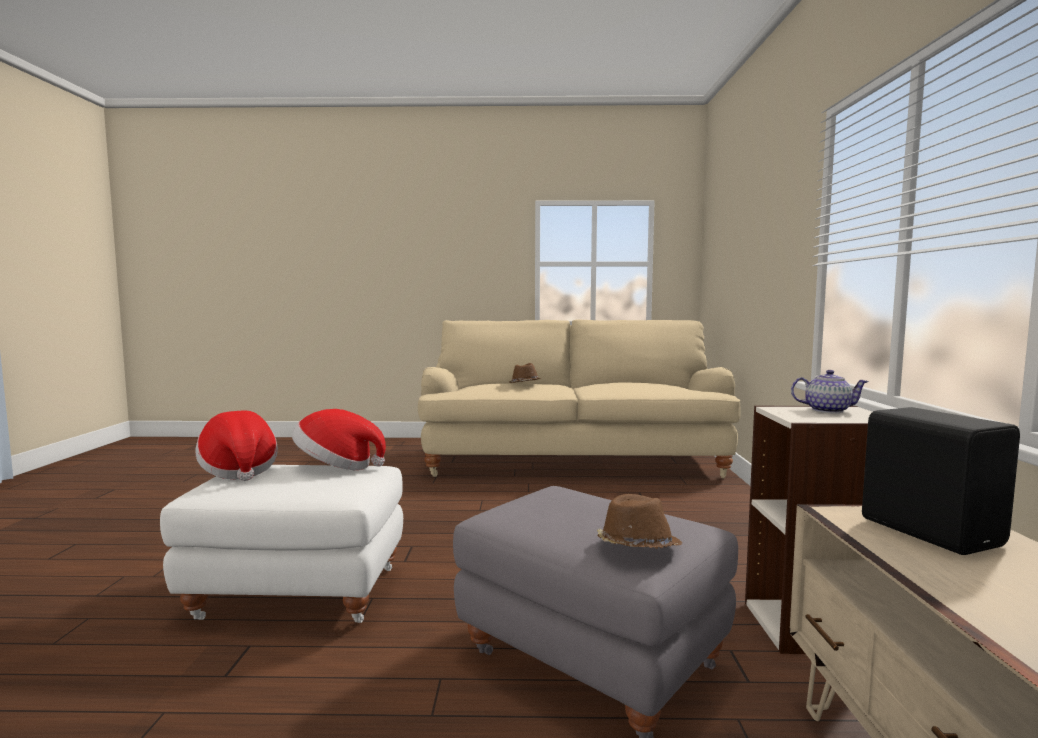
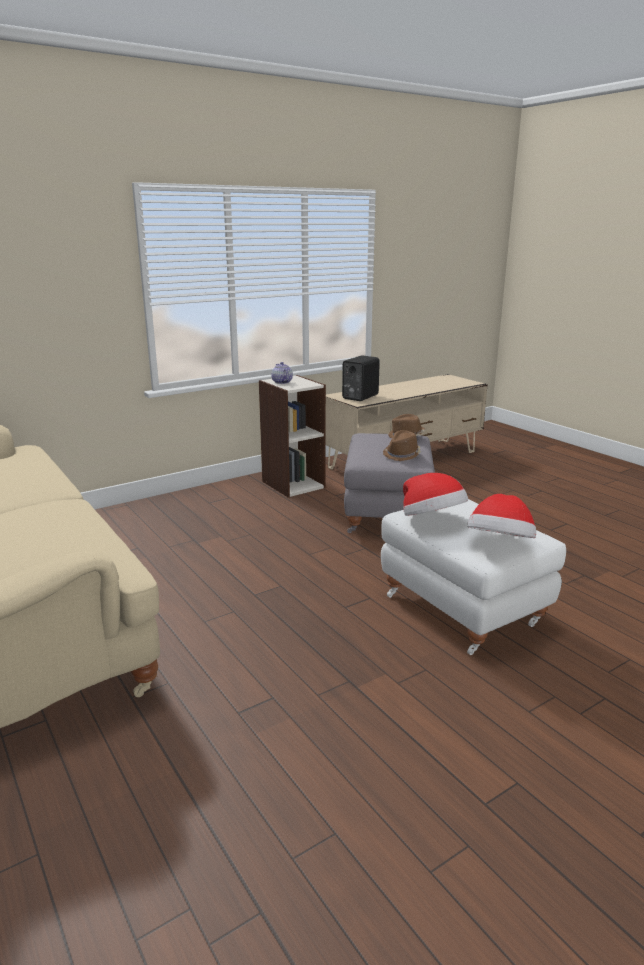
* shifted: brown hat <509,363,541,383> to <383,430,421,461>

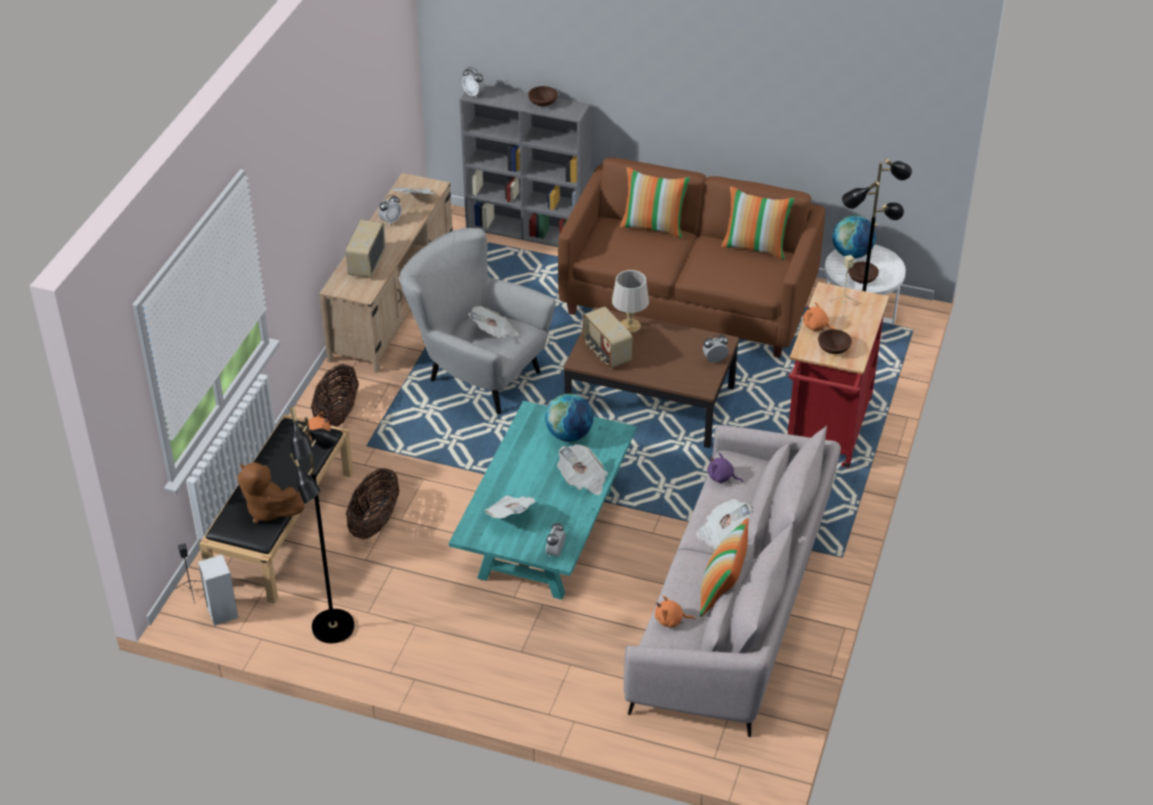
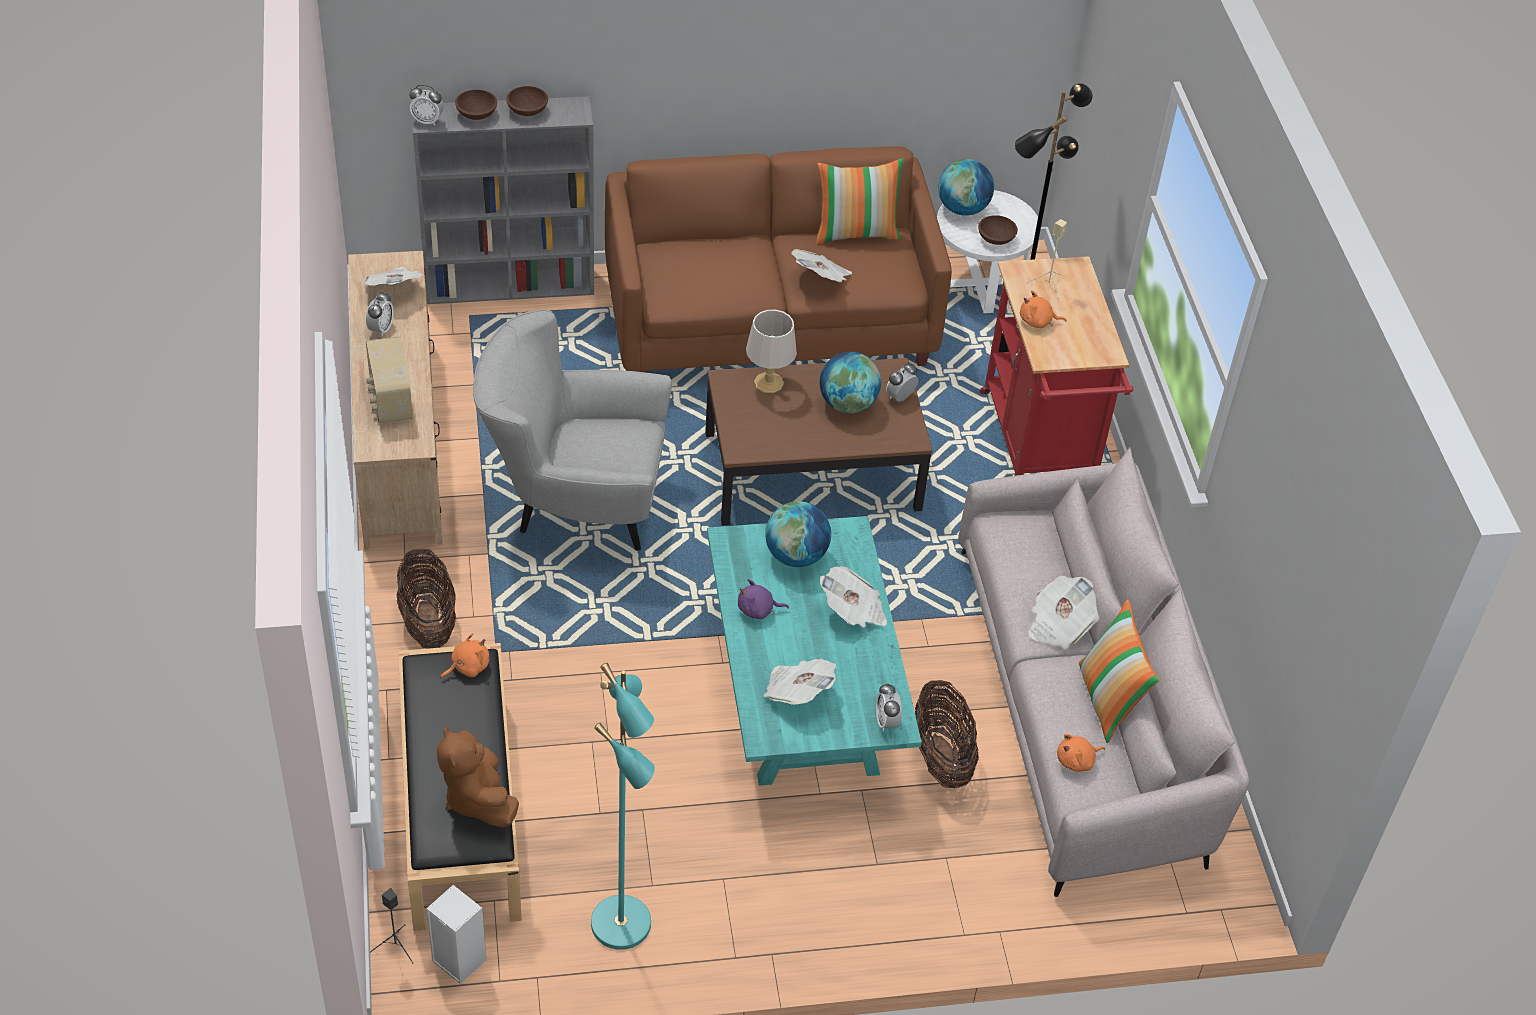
* rotated: brown plush toy <237,462,305,523> = <437,726,519,827> 60 degrees clockwise
* repainted: black floor lamp <289,407,355,643> to turquoise floor lamp <591,663,655,950>
* shifted: basket <346,468,400,539> to <915,680,979,788>
* shifted: newspaper <468,306,518,338> to <791,249,852,283>
* gone: radio <583,306,633,368>
* gone: pillow <620,167,690,238>
* shifted: purple plush toy <707,452,743,483> to <738,579,789,619>
* shifted: brown bowl <818,329,852,354> to <455,90,497,120>
* new: globe <820,352,881,413>

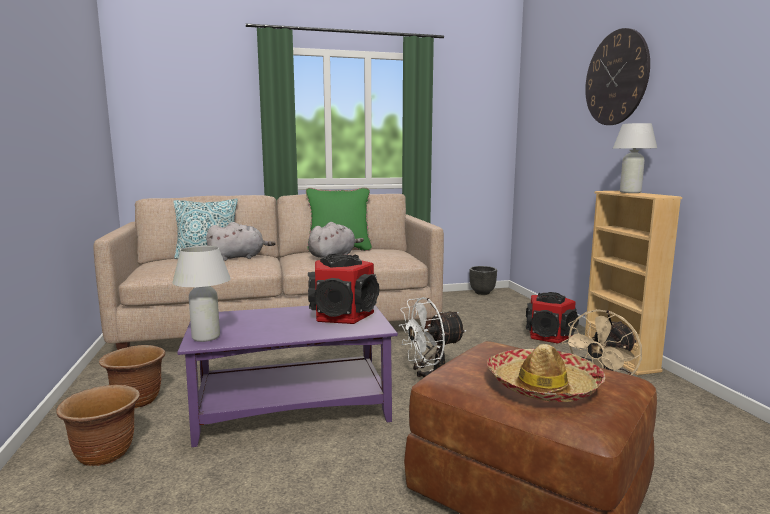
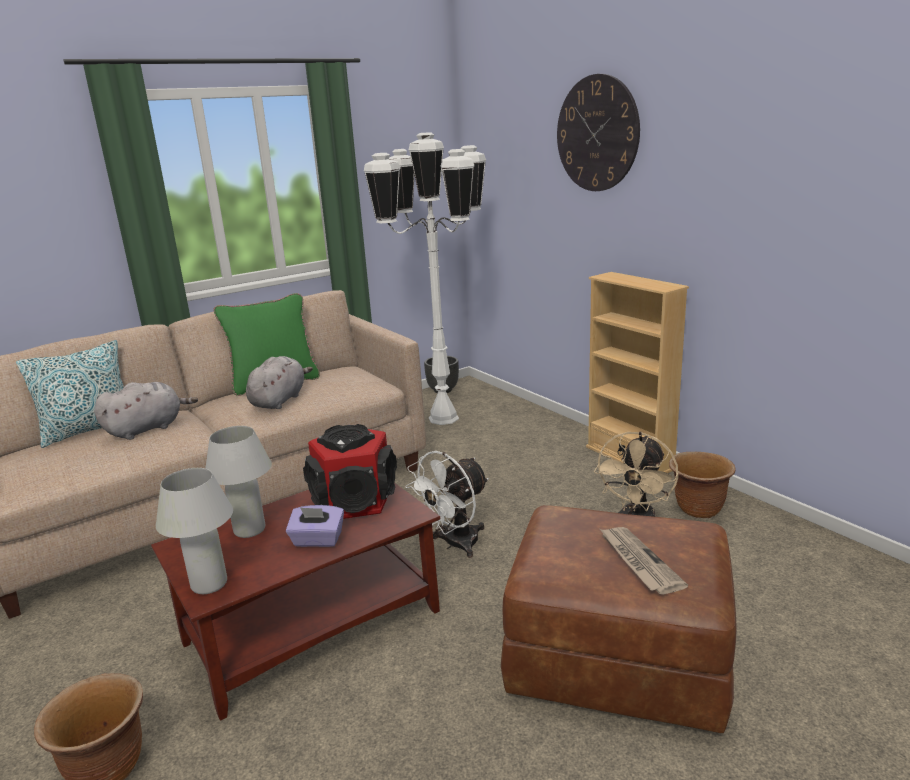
* shifted: brown planter <99,345,165,408> to <669,452,736,518>
* repainted: purple coffee table <177,305,398,447> to brown coffee table <151,483,440,721>
* swapped: hat <487,344,605,402> to newspaper <600,527,688,595>
* gone: speaker <526,292,579,343>
* shifted: white table lamp <613,123,657,193> to <205,426,272,538>
* new: purple tissue box <286,505,344,547>
* new: white floor lamp <364,132,486,425>

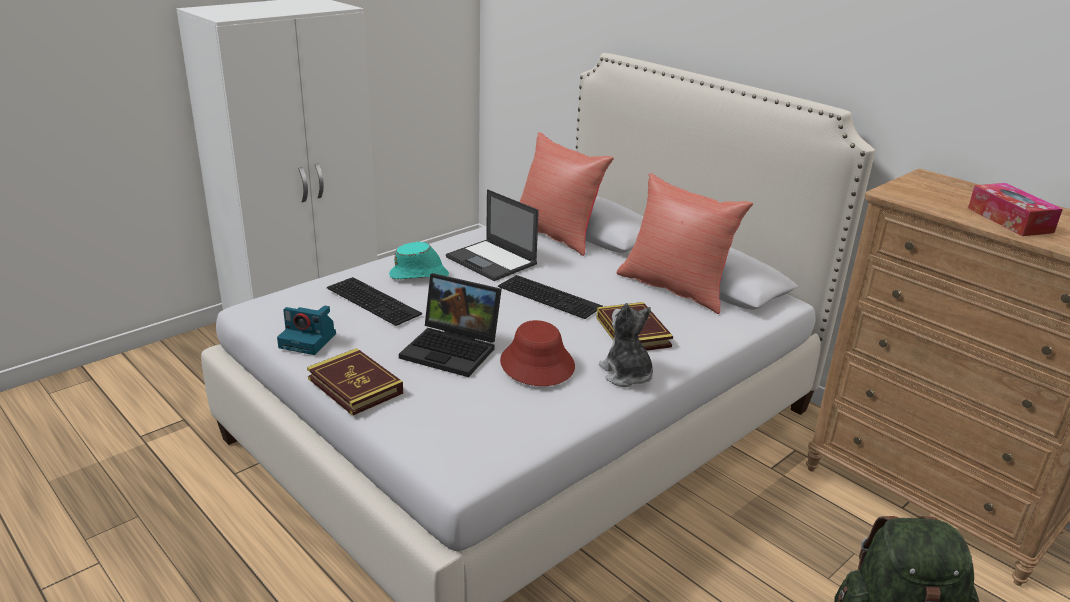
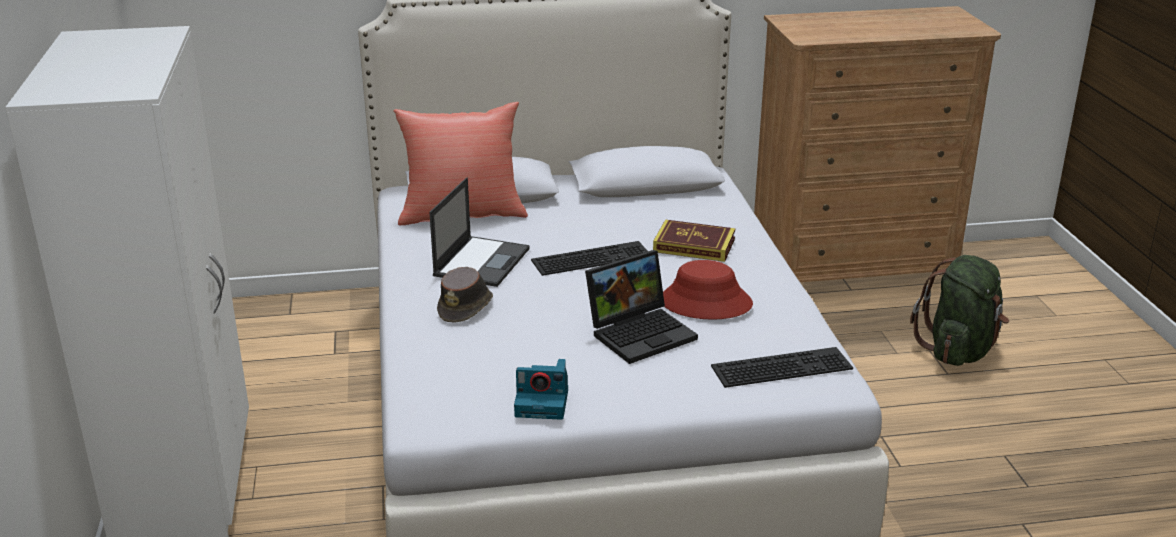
* rotated: photo camera <277,305,336,355> = <514,359,568,420> 45 degrees clockwise
* gone: book <307,348,403,416>
* shifted: keyboard <327,277,422,326> to <711,347,853,388>
* repainted: turquoise hat <389,242,449,279> to brown hat <437,267,493,323>
* rotated: laptop <446,189,539,281> = <429,177,530,287> 60 degrees counterclockwise
* gone: plush toy <599,303,653,387>
* gone: red pillow <617,173,753,314>
* gone: tissue box <968,183,1063,236>

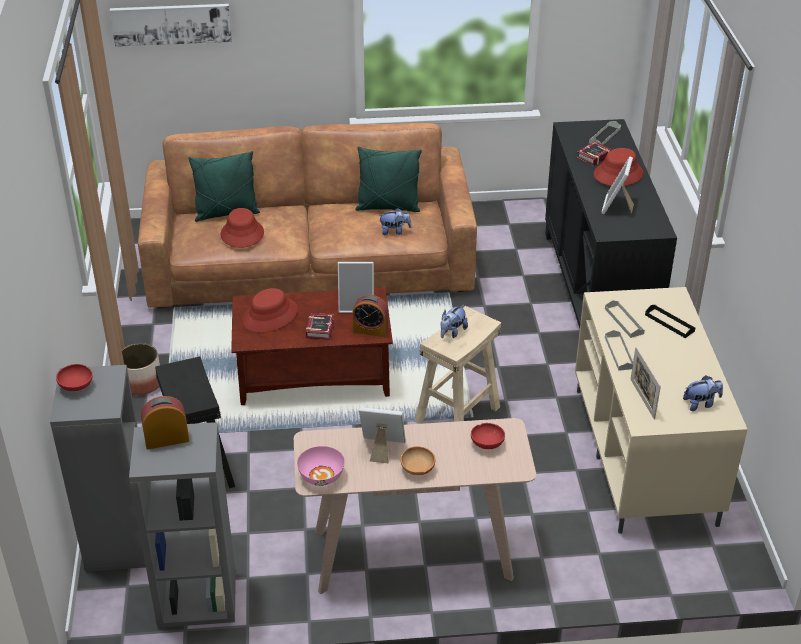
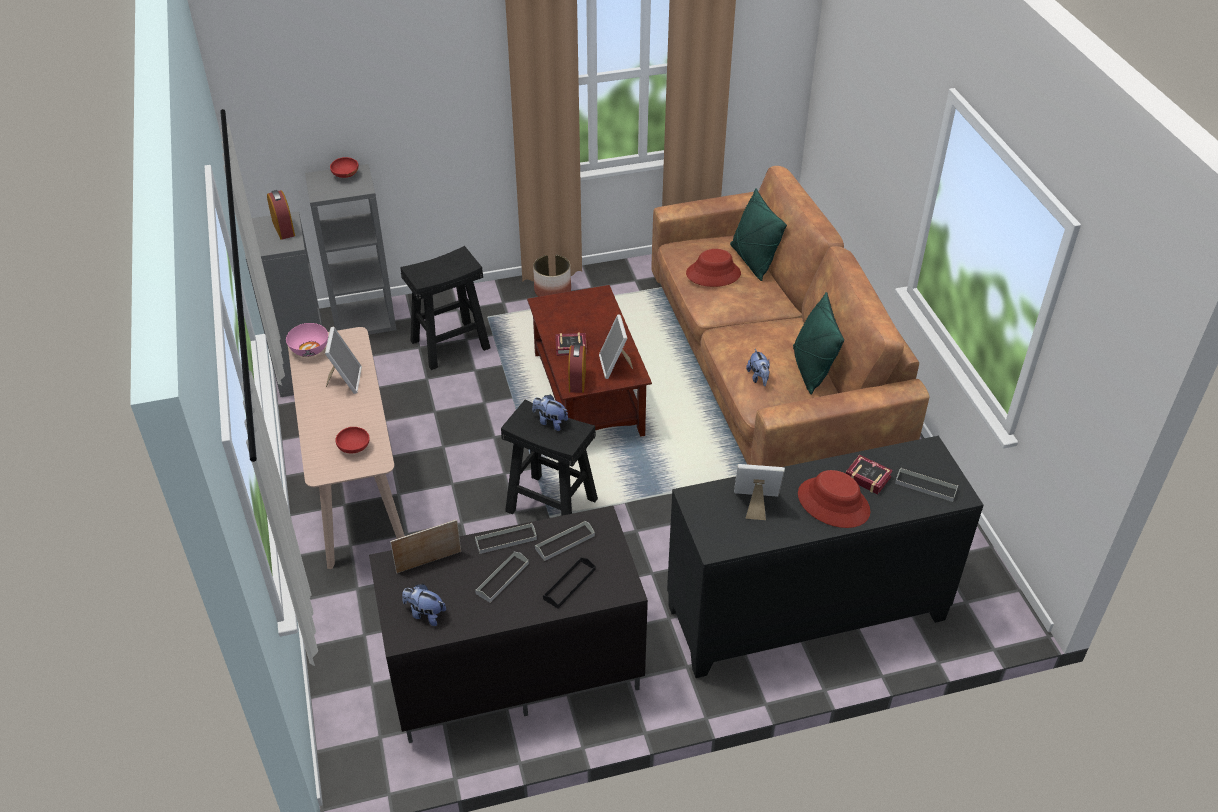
* gone: picture <110,4,232,47>
* gone: red hat <243,288,298,333>
* gone: brown bowl <400,446,435,475>
* repainted: beige stool <415,306,501,424> to black stool <501,400,598,516>
* repainted: beige tv stand <575,287,748,534> to black tv stand <369,505,648,743>
* rotated: plush toy <683,376,723,411> = <402,584,446,626> 135 degrees clockwise
* new: grey tray <475,552,529,603>

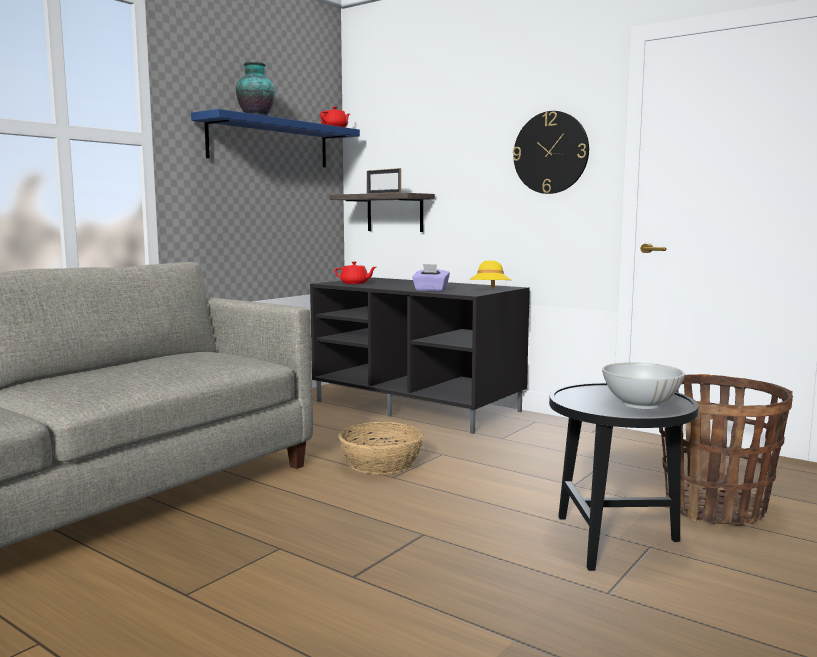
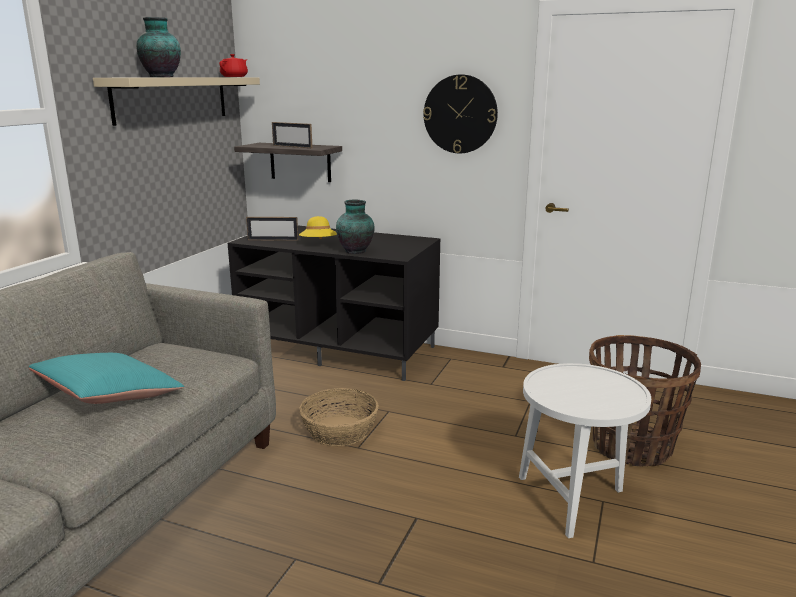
* repainted: blue shelf <191,109,360,168> to beige shelf <93,77,260,126>
* swapped: red teapot <334,261,376,284> to picture frame <246,217,298,241>
* swapped: purple tissue box <412,264,450,291> to vase <336,199,375,254>
* shifted: yellow hat <469,260,511,289> to <299,216,337,239>
* repainted: black side table <549,383,699,571> to white side table <519,363,651,538>
* gone: white bowl <602,362,685,409>
* new: turquoise pillow <29,353,184,404>

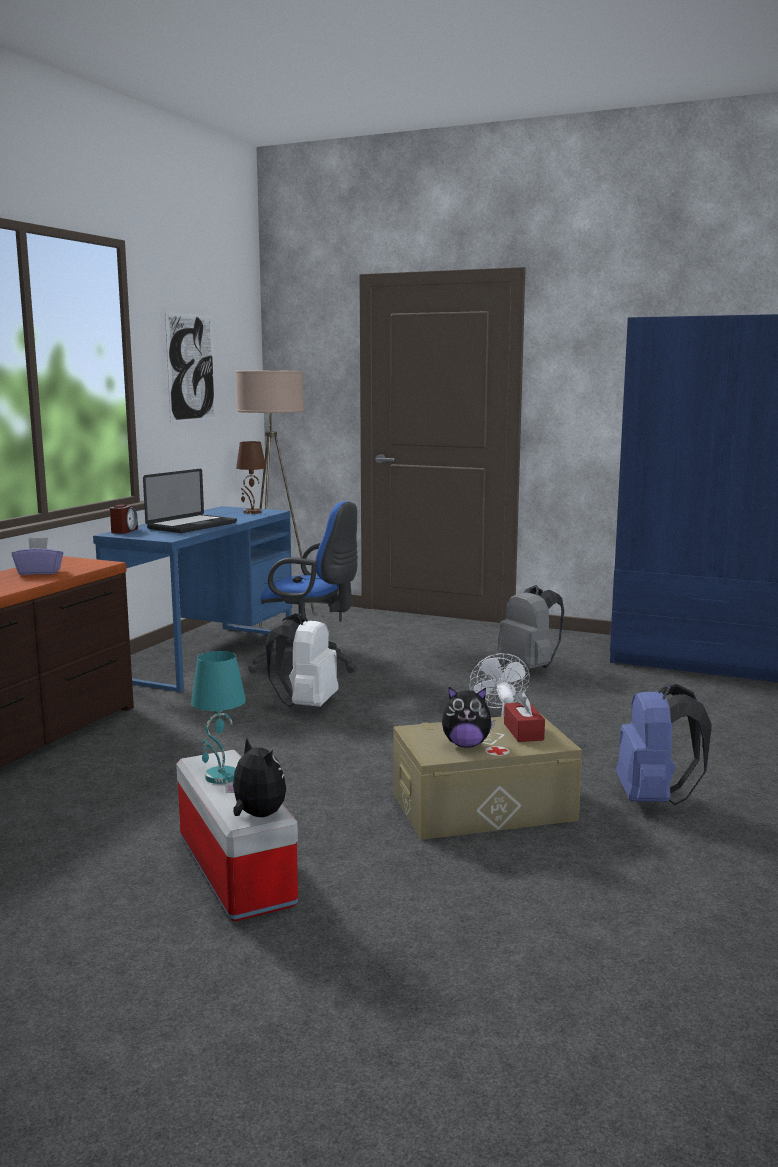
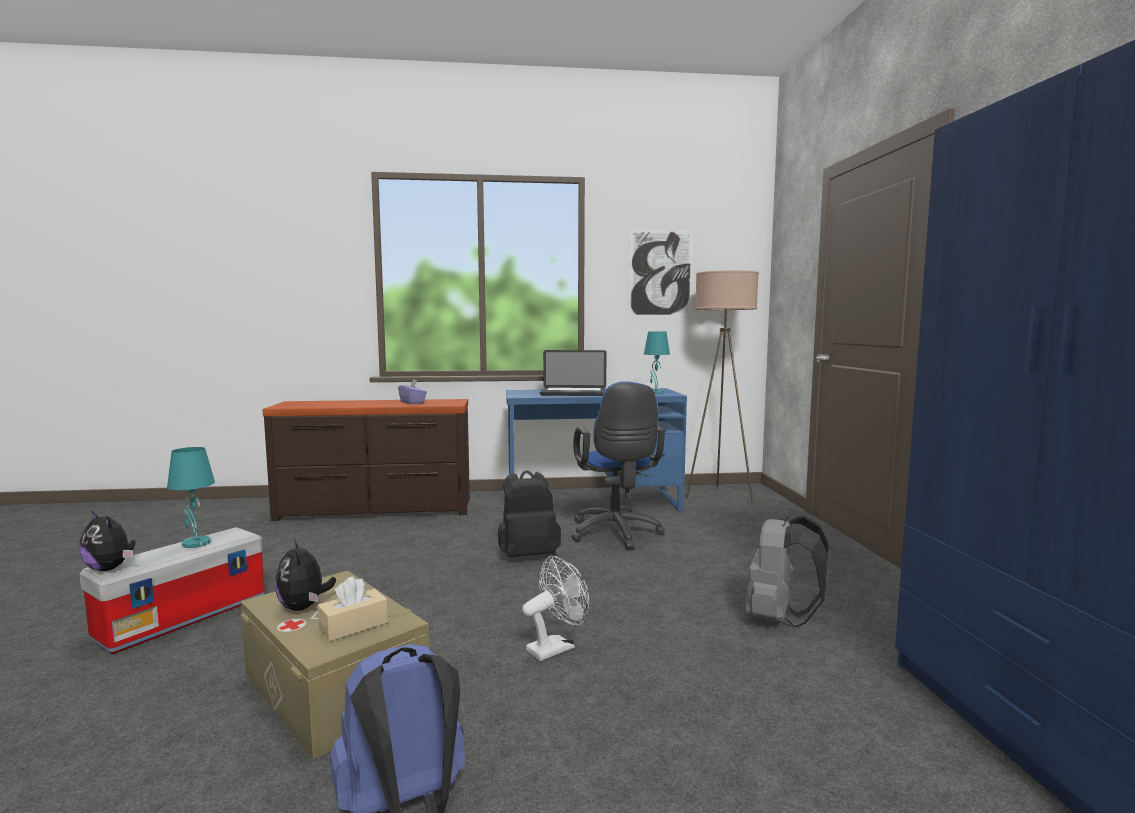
* gone: alarm clock <110,505,138,534>
* rotated: plush toy <225,739,286,817> = <79,511,135,571> 105 degrees clockwise
* repainted: brown table lamp <236,441,266,514> to turquoise table lamp <644,331,670,394>
* repainted: white backpack <266,613,339,707> to black backpack <498,470,561,557>
* repainted: red tissue box <504,691,545,742> to beige tissue box <317,576,388,641>

